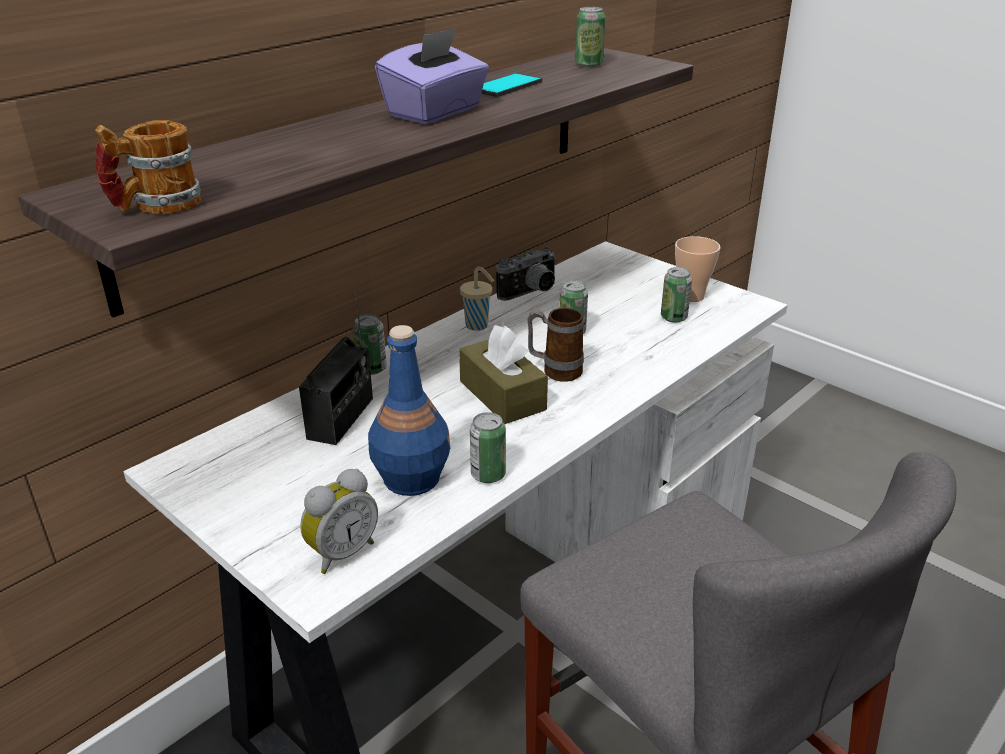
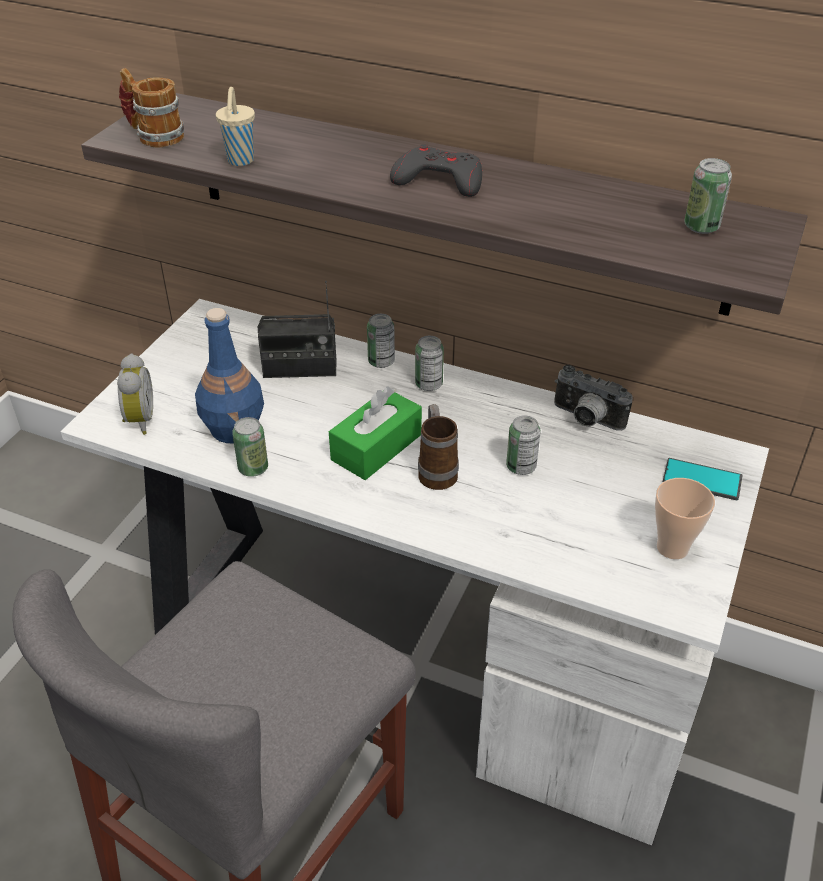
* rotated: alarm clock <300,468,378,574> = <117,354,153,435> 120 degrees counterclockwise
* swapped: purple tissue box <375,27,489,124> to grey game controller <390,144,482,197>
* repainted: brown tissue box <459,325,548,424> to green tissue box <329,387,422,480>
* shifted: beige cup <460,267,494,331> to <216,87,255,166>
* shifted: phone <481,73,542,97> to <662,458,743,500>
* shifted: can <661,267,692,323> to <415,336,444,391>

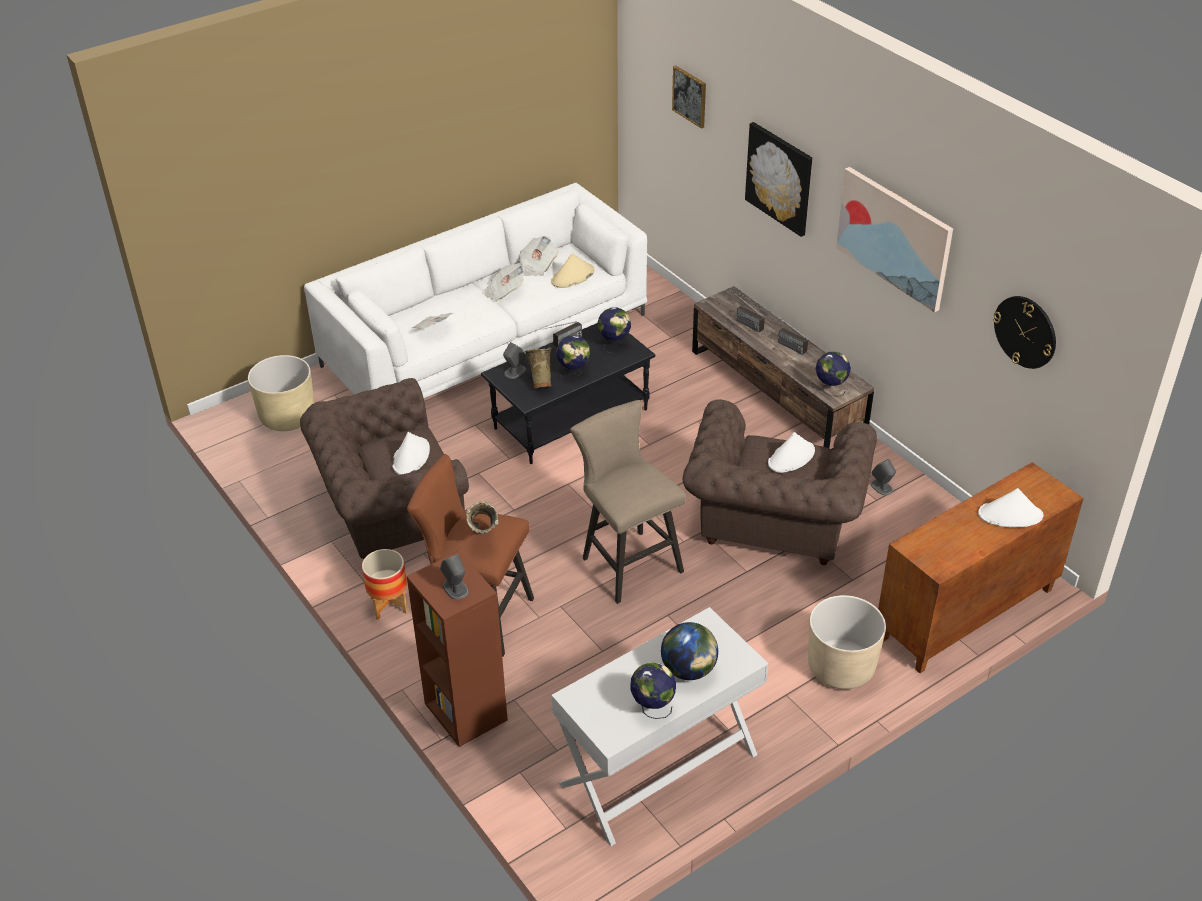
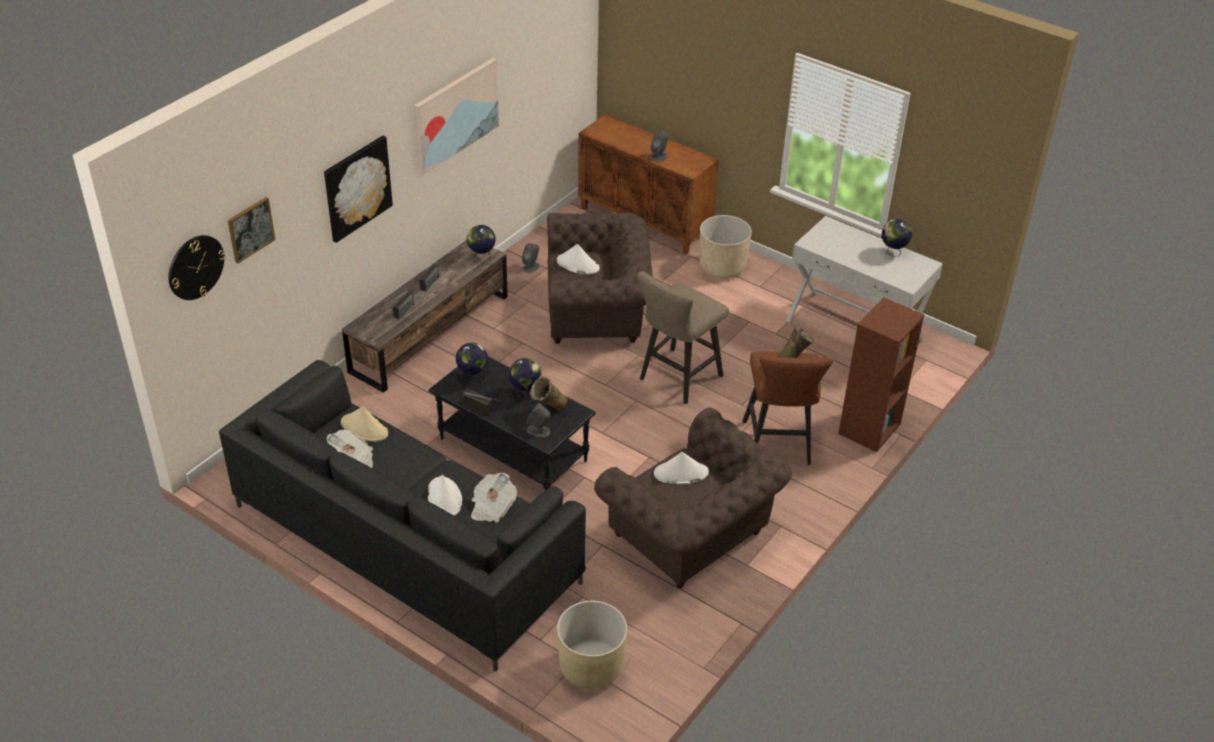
* repainted: white sofa <304,183,647,398> to black sofa <219,360,586,672>
* gone: planter <362,549,408,620>
* shifted: grey speaker <440,554,469,600> to <651,131,668,162>
* gone: newspaper <482,264,525,302>
* gone: globe <661,622,718,680>
* shifted: white hat <978,488,1044,527> to <428,475,462,516>
* shifted: wall clock <993,296,1056,369> to <168,235,225,300>

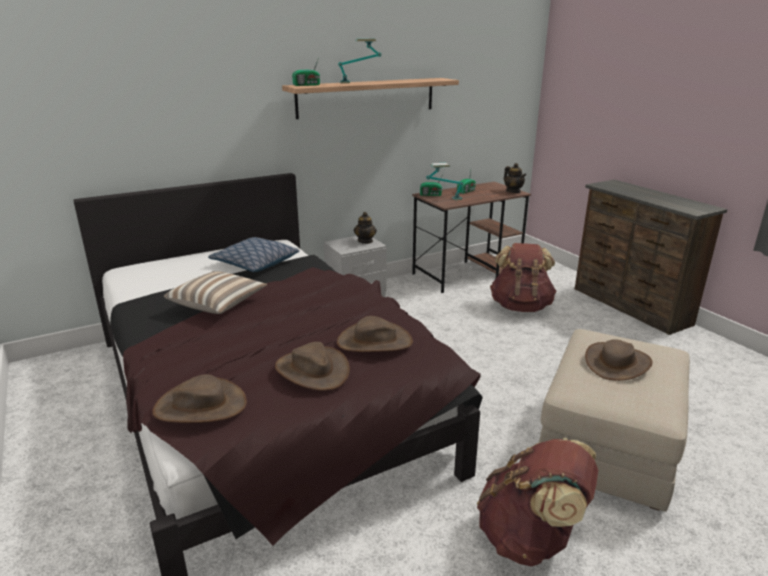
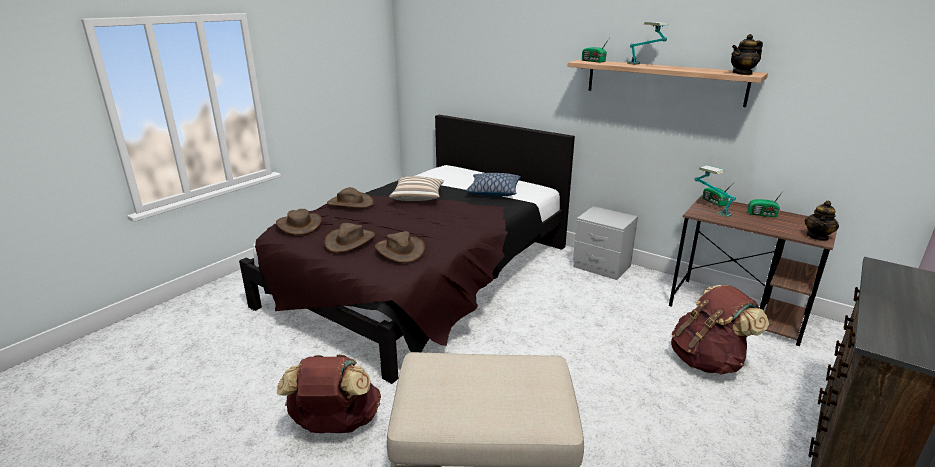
* shifted: teapot <354,212,377,244> to <731,34,763,75>
* shifted: brown hat <585,339,652,381> to <327,187,374,208>

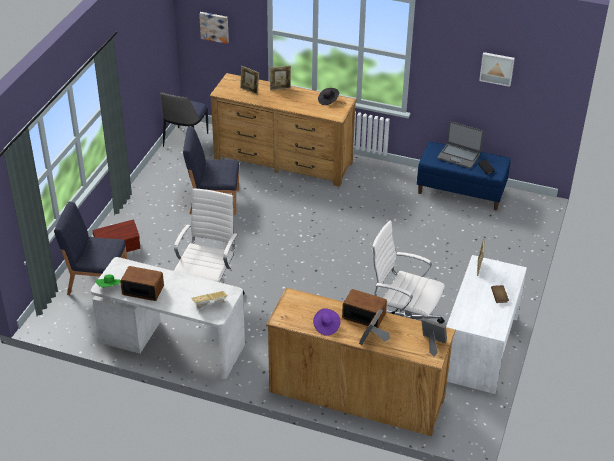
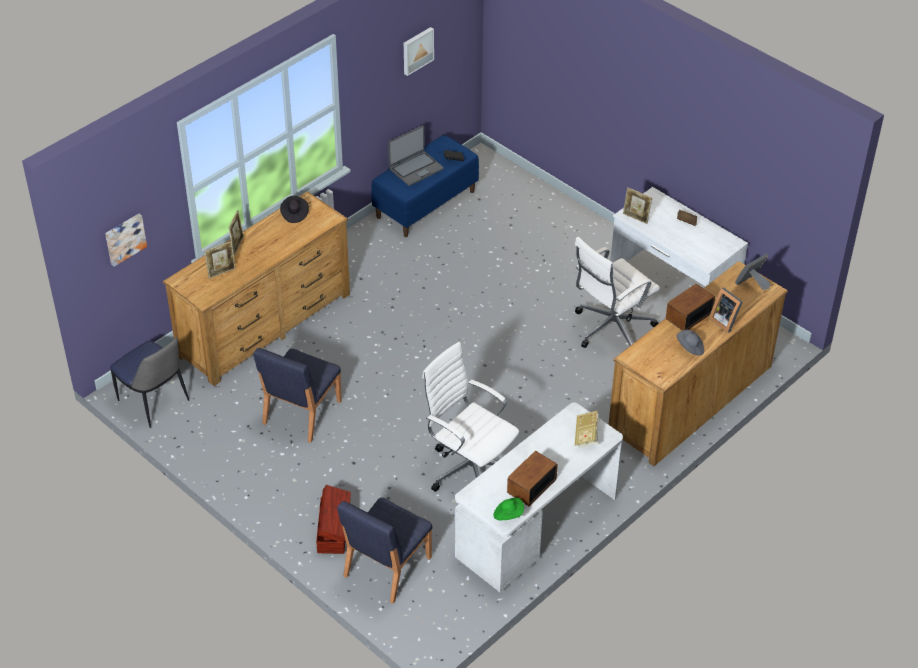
* repainted: purple hat <313,308,340,336> to grey hat <677,330,704,355>

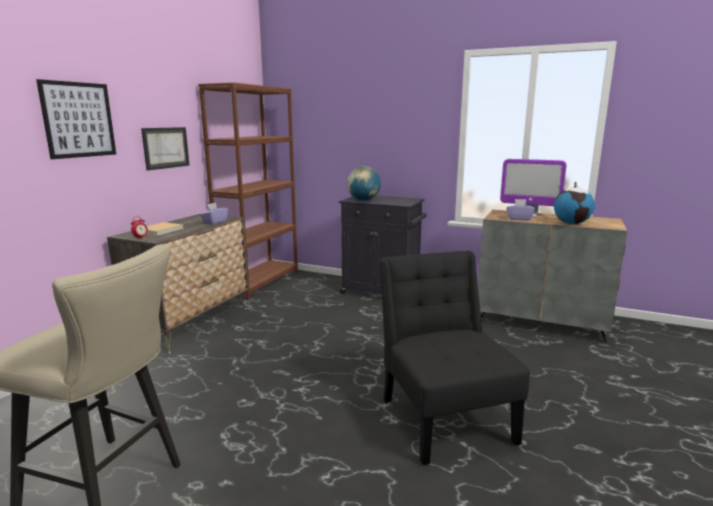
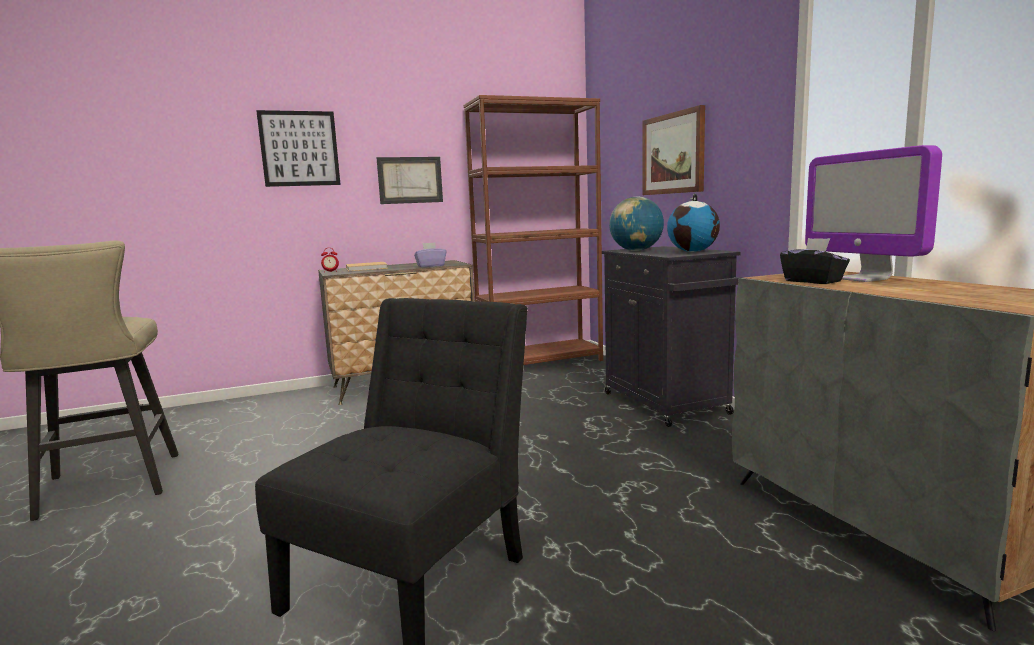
* repainted: purple tissue box <506,199,535,220> to black tissue box <780,238,850,284>
* shifted: globe <554,182,595,224> to <667,194,720,252>
* new: picture <642,105,705,195>

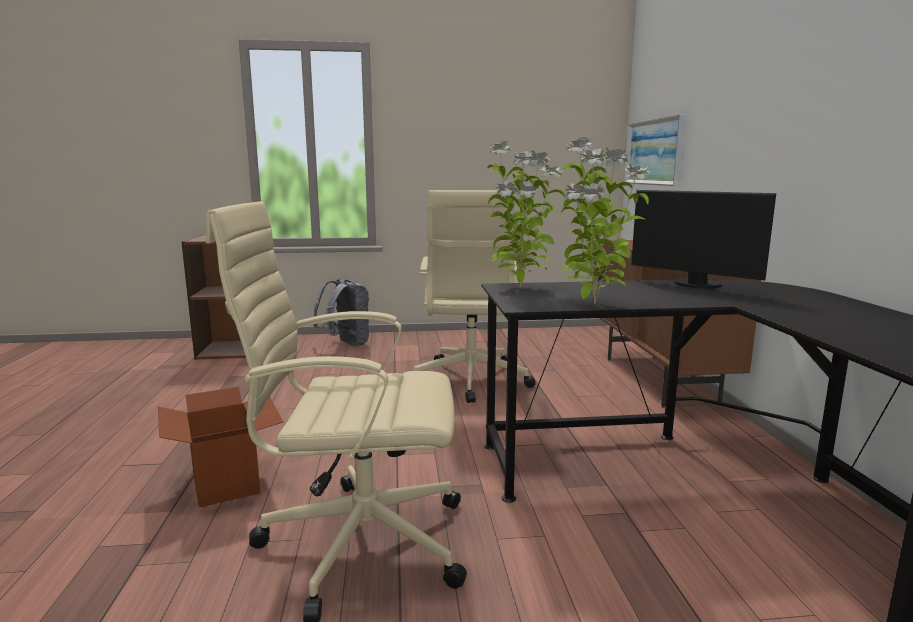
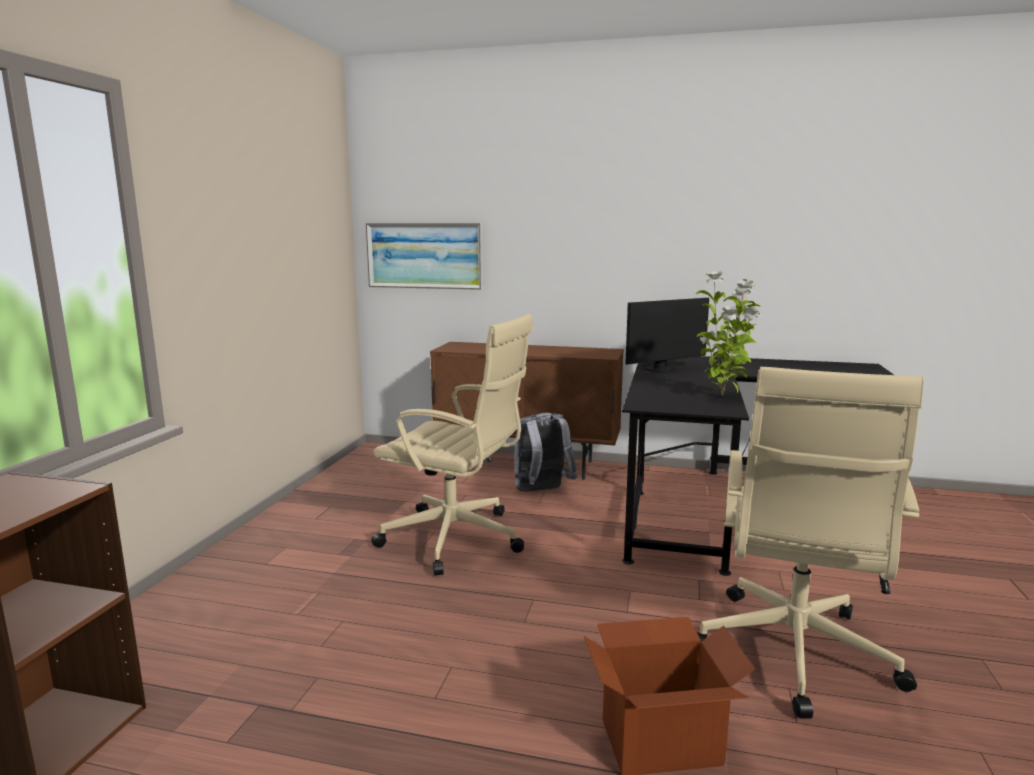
* shifted: grey backpack <313,278,369,346> to <515,413,577,492>
* gone: potted plant <487,141,566,287>

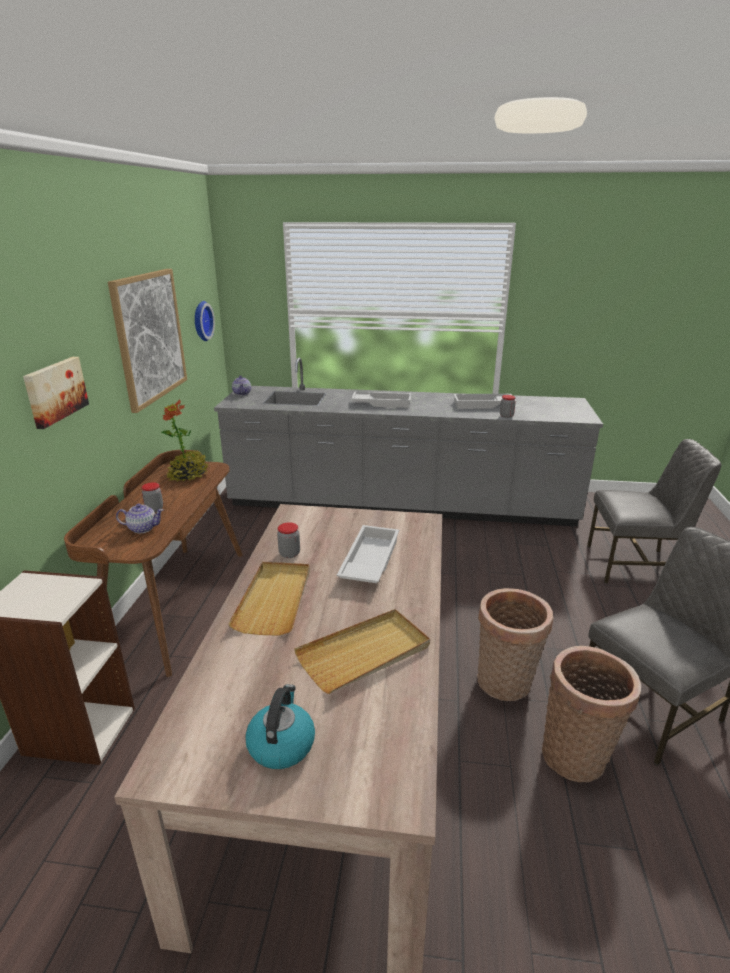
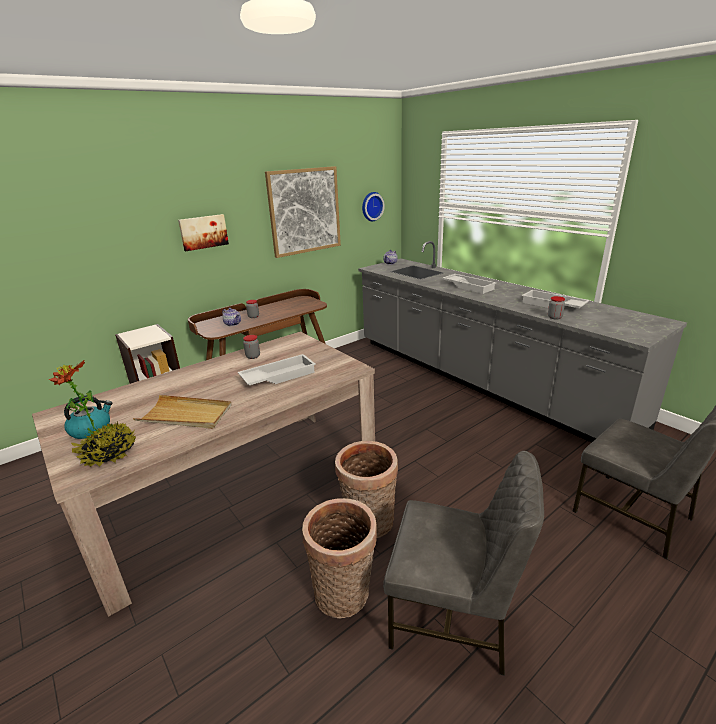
* shifted: potted plant <161,399,209,481> to <48,360,136,467>
* gone: beige tray <228,562,310,636>

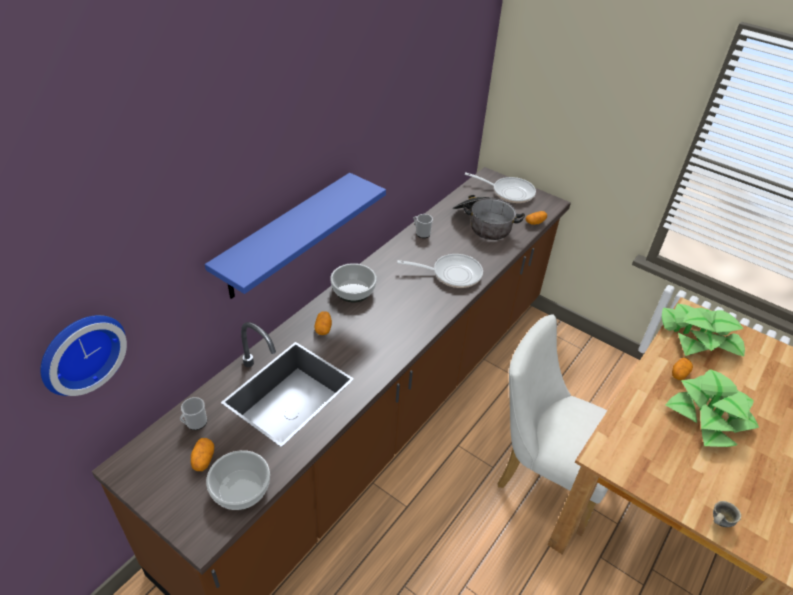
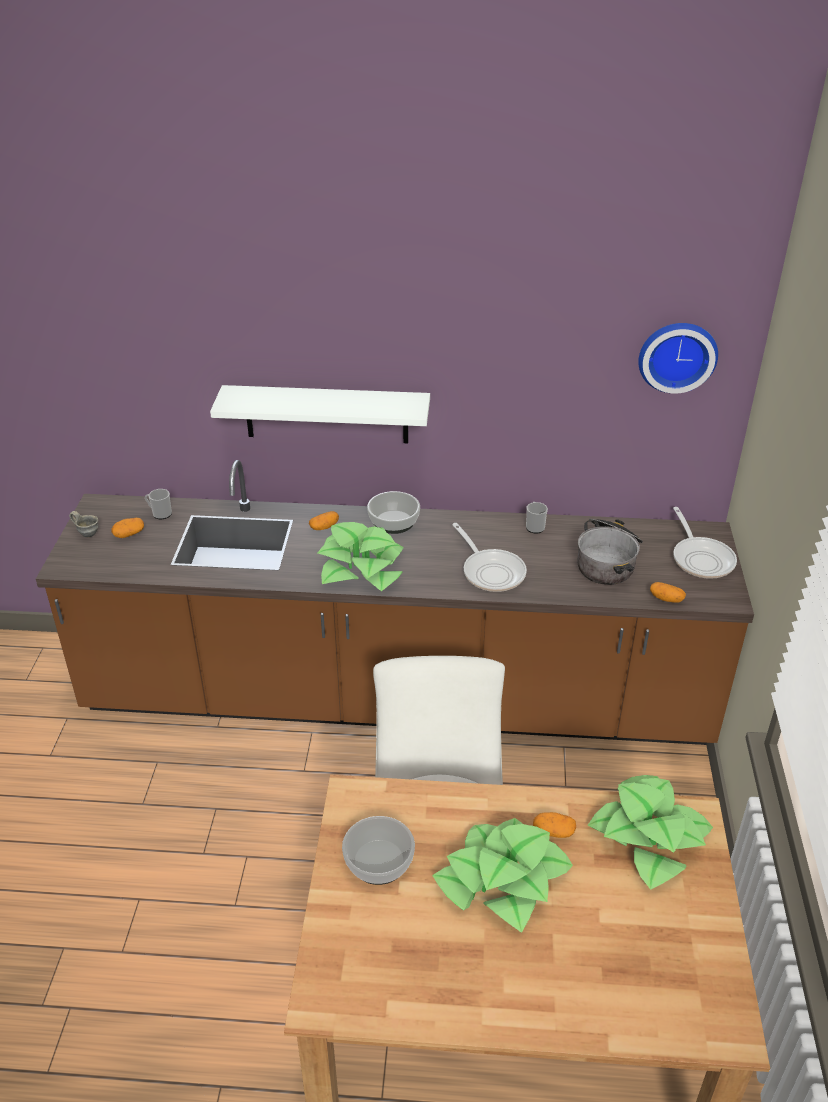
* shifted: wall clock <40,315,127,396> to <638,323,718,394>
* repainted: blue shelf <205,173,386,299> to white shelf <210,385,430,443>
* shifted: bowl <206,450,270,510> to <342,816,415,885>
* shifted: grey mug <713,501,741,527> to <69,511,99,537>
* new: potted plant <317,522,404,591>

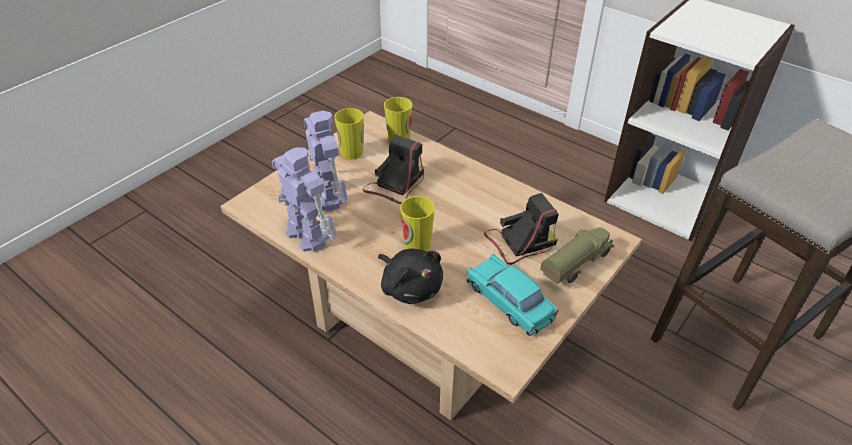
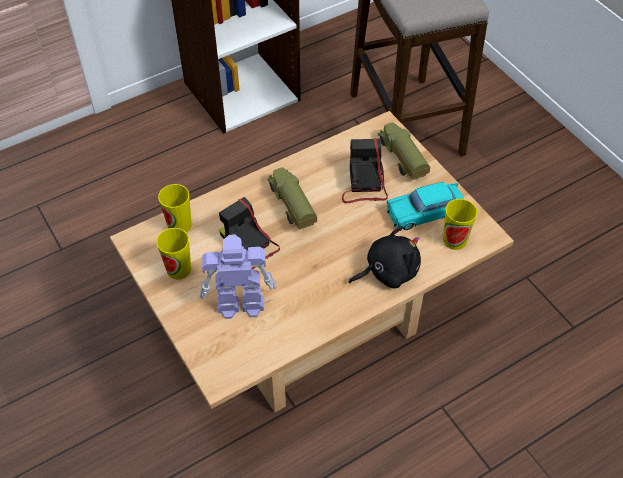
* gone: toy robot <272,147,337,252>
* shifted: cup <400,196,435,252> to <443,199,477,250>
* new: toy truck <267,168,317,229>

